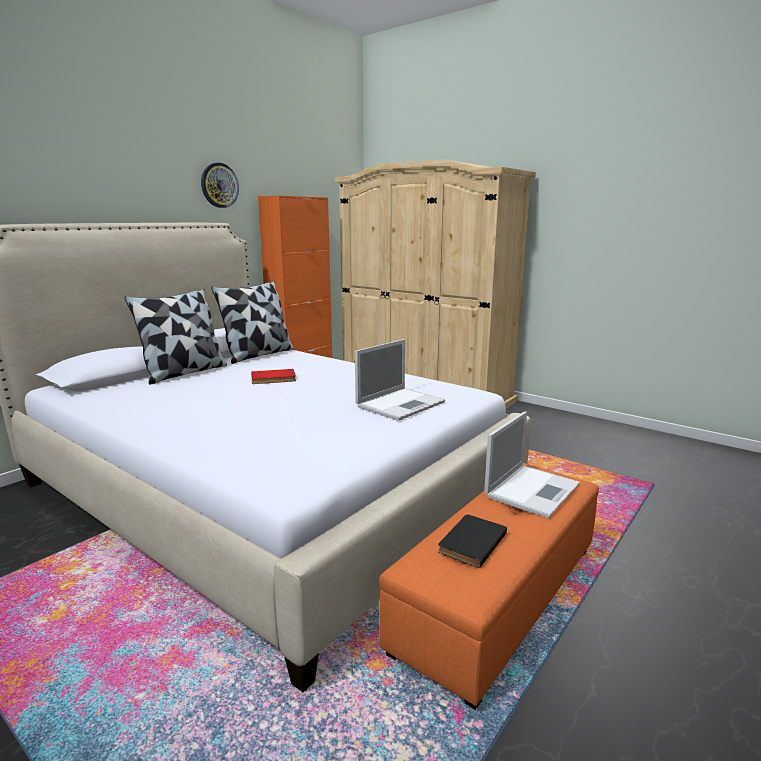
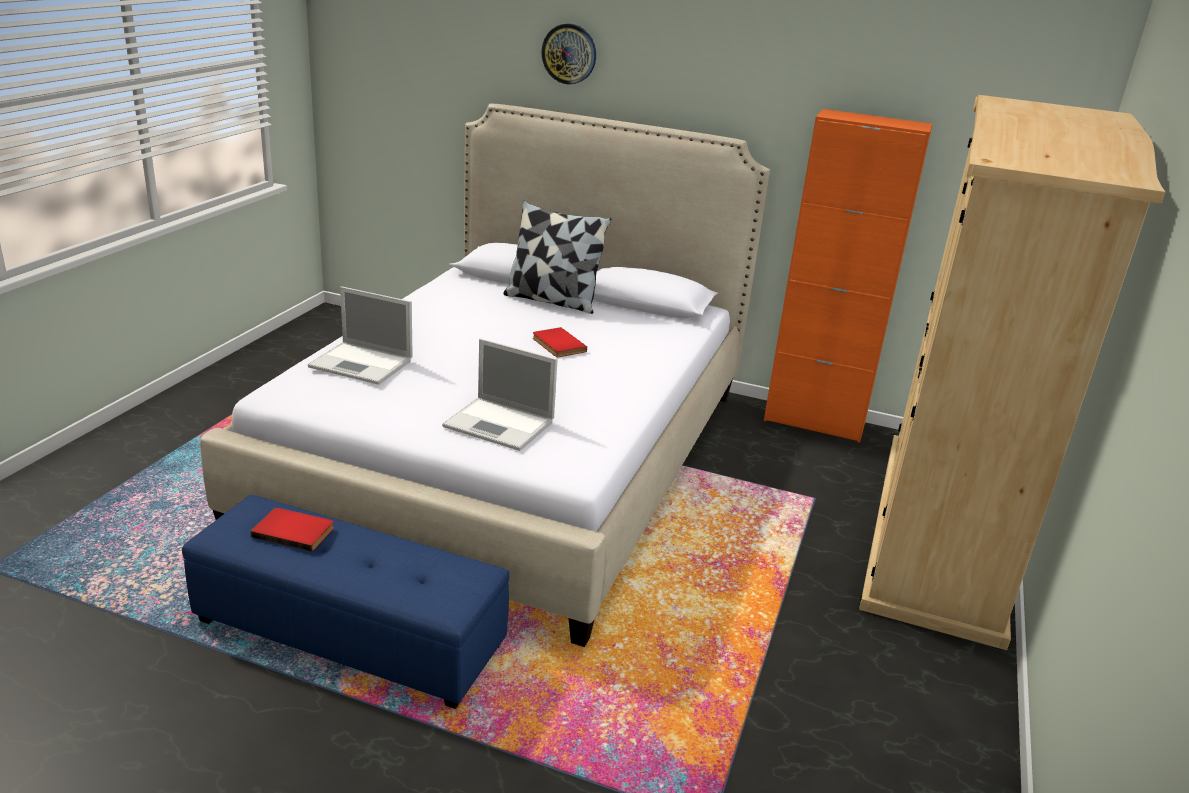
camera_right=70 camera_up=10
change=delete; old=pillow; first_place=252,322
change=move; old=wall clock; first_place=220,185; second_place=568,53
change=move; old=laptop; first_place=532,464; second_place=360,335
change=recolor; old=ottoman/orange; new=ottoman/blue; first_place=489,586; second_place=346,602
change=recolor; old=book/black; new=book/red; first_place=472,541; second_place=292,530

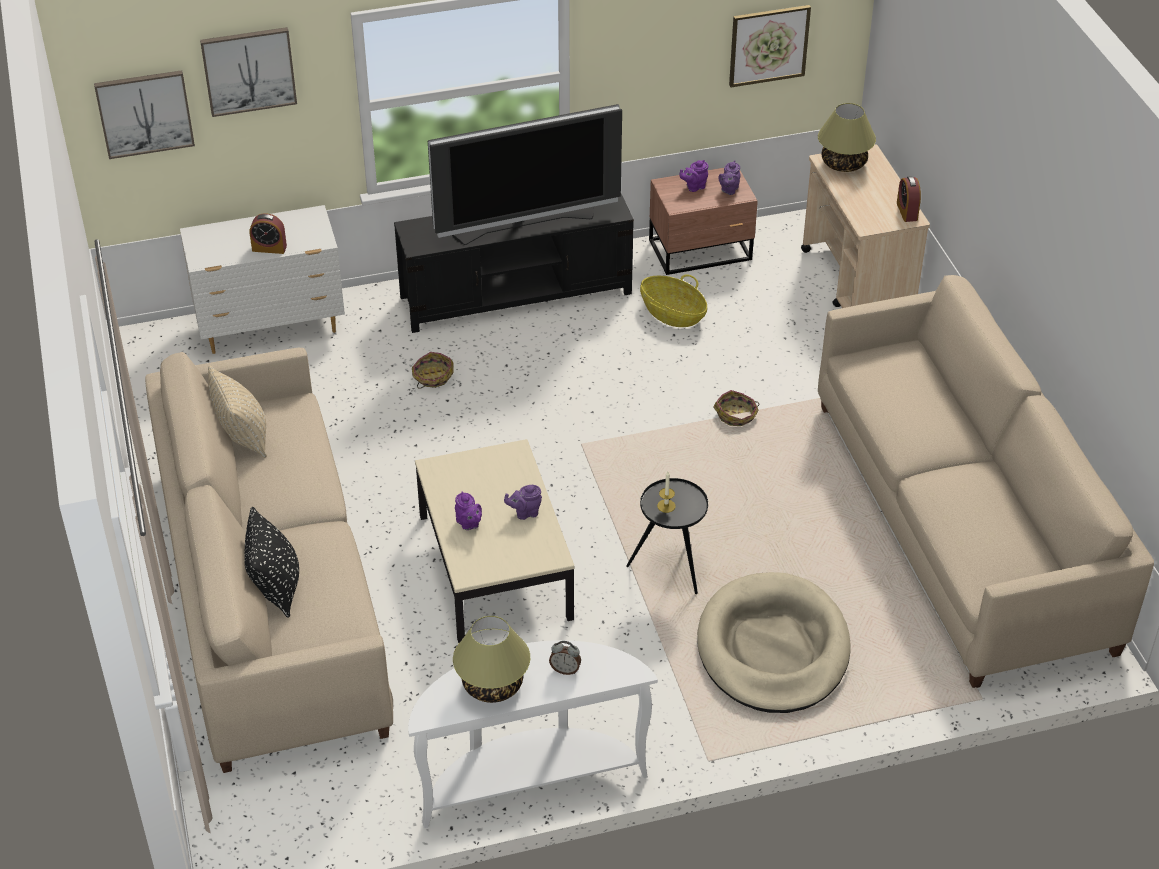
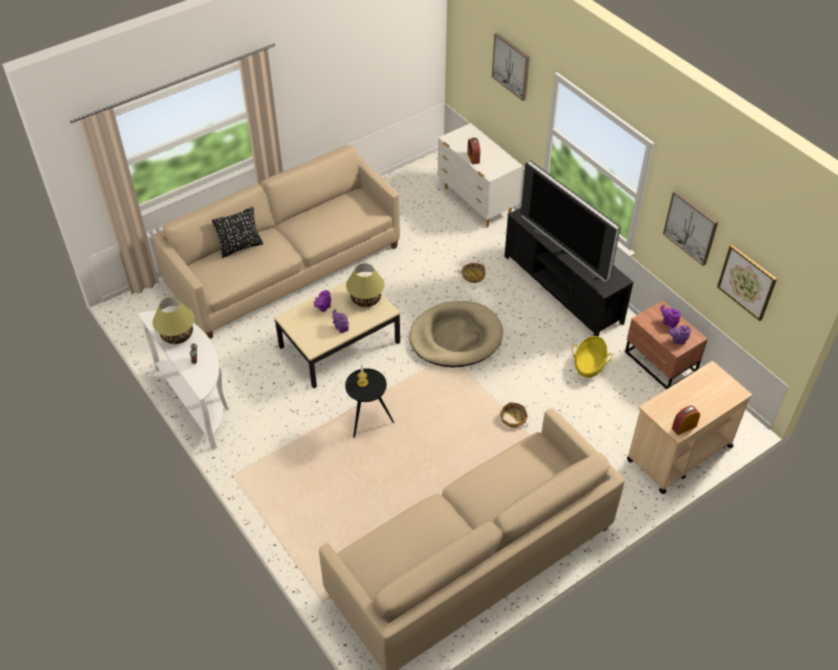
camera_right=70 camera_up=5
change=delete; old=pillow/beige; first_place=237,412
change=move; old=picture; first_place=144,114; second_place=690,228
change=move; old=dog bed/beige; first_place=774,642; second_place=456,334
change=move; old=table lamp; first_place=847,137; second_place=365,285

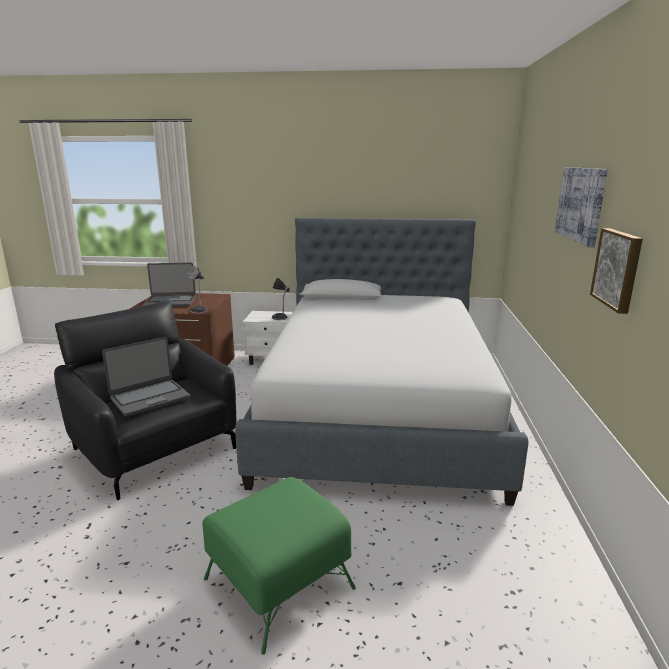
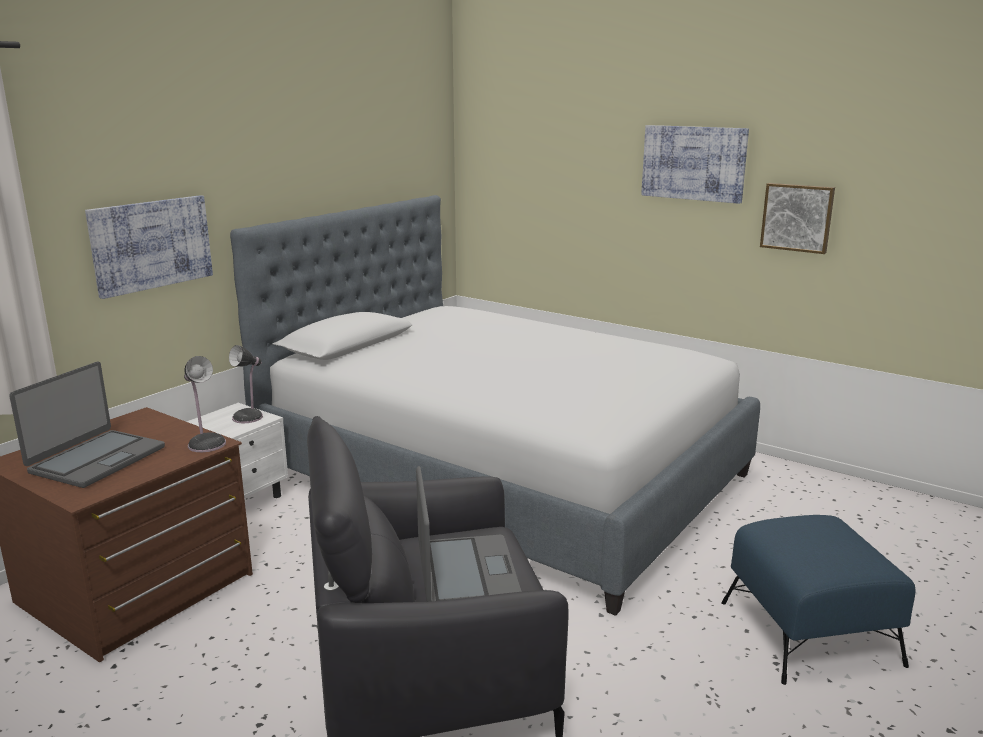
camera_right=-60 camera_up=0
change=insert; new=picture; second_place=149,247
change=recolor; old=ottoman/green; new=ottoman/blue; first_place=279,566; second_place=818,600

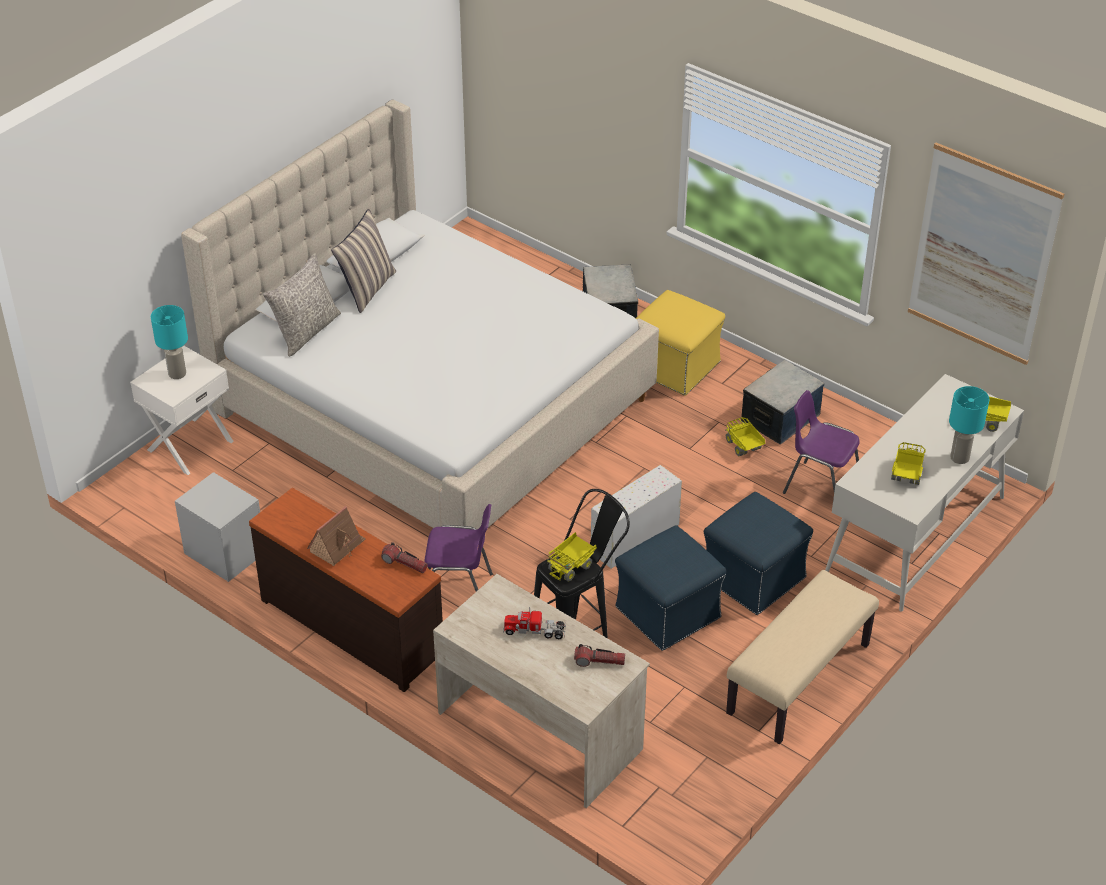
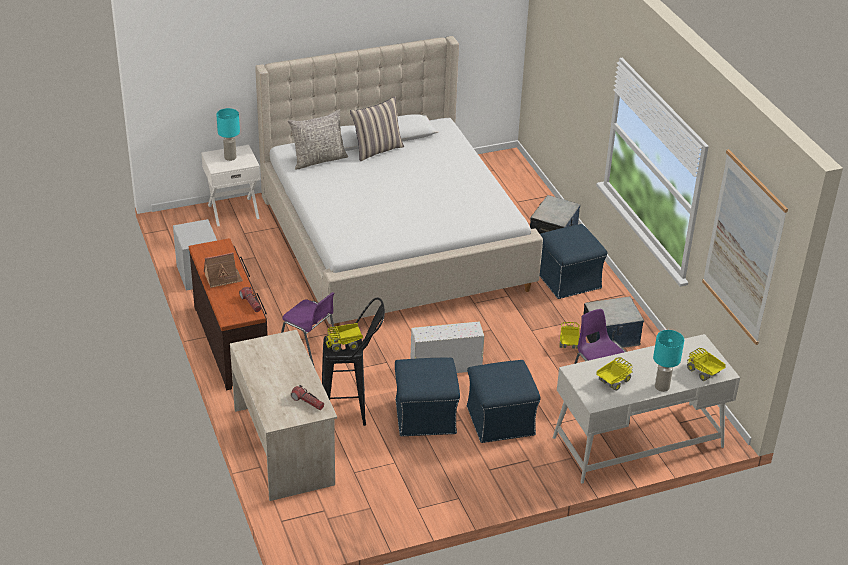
camera_right=30 camera_up=-5
change=delete; old=toy truck; first_place=534,623
change=delete; old=bench/beige; first_place=802,657
change=recolor; old=ottoman/yellow; new=ottoman/blue; first_place=680,343; second_place=573,261

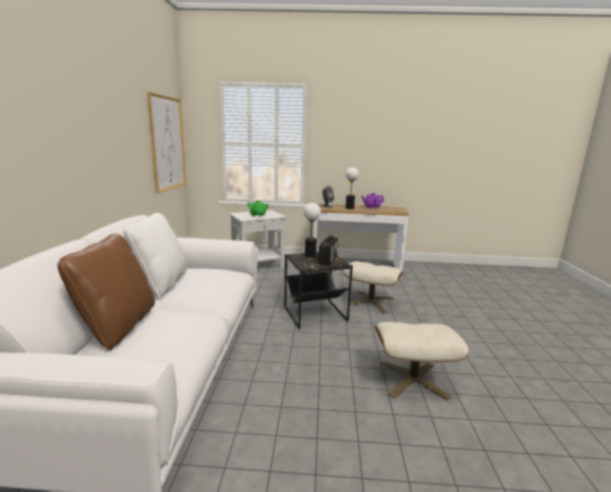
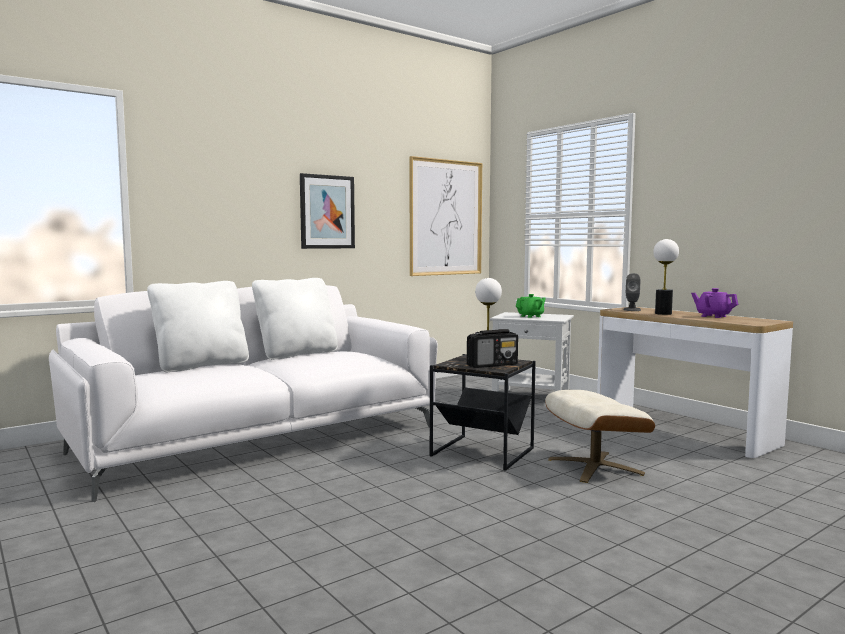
camera_right=50 camera_up=-10
change=delete; old=ottoman/beige; first_place=422,361
change=insert; new=picture; second_place=327,211
change=recolor; old=pillow/brown; new=pillow/white; first_place=106,291; second_place=198,326

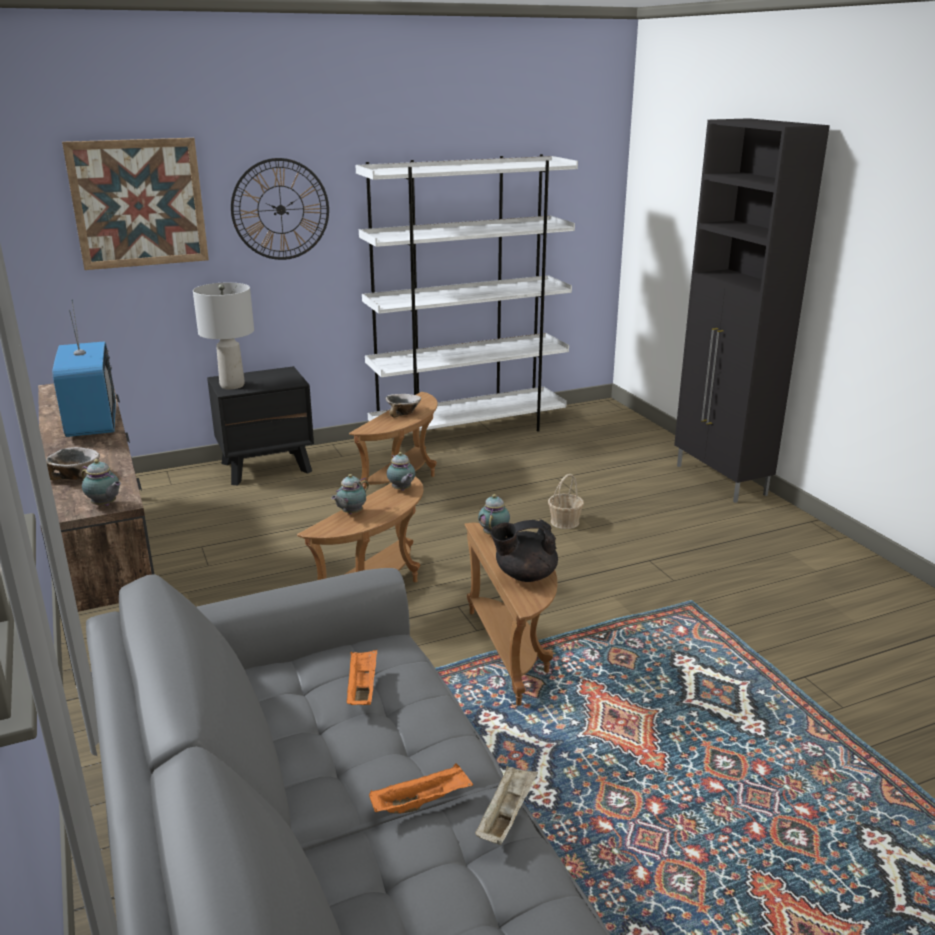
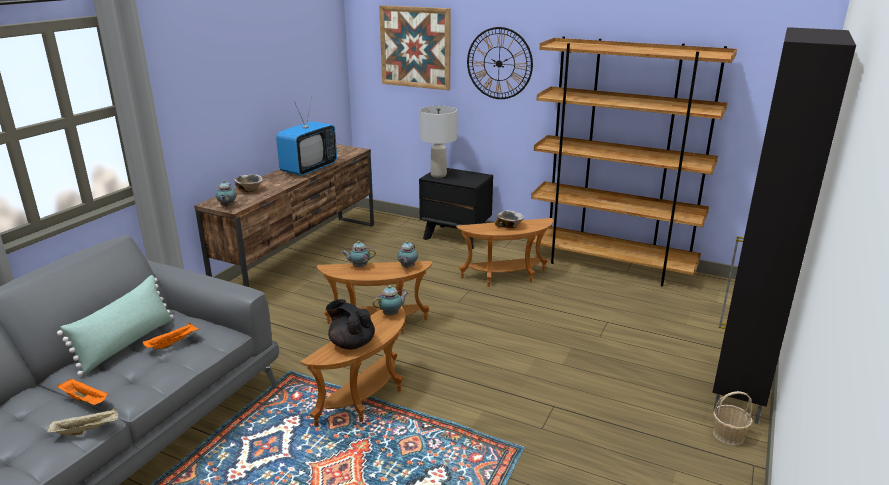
camera_right=50 camera_up=0
change=insert; new=pillow/green; second_place=115,325
change=move; old=basket; first_place=566,501; second_place=733,418
change=recolor; old=bookcase/white; new=bookcase/brown; first_place=466,293; second_place=634,161

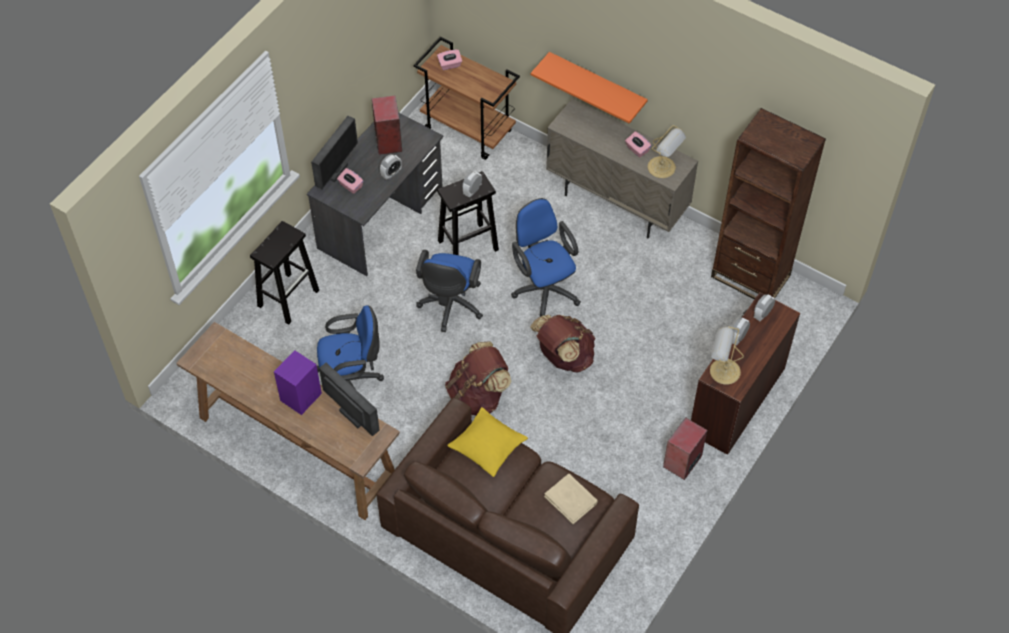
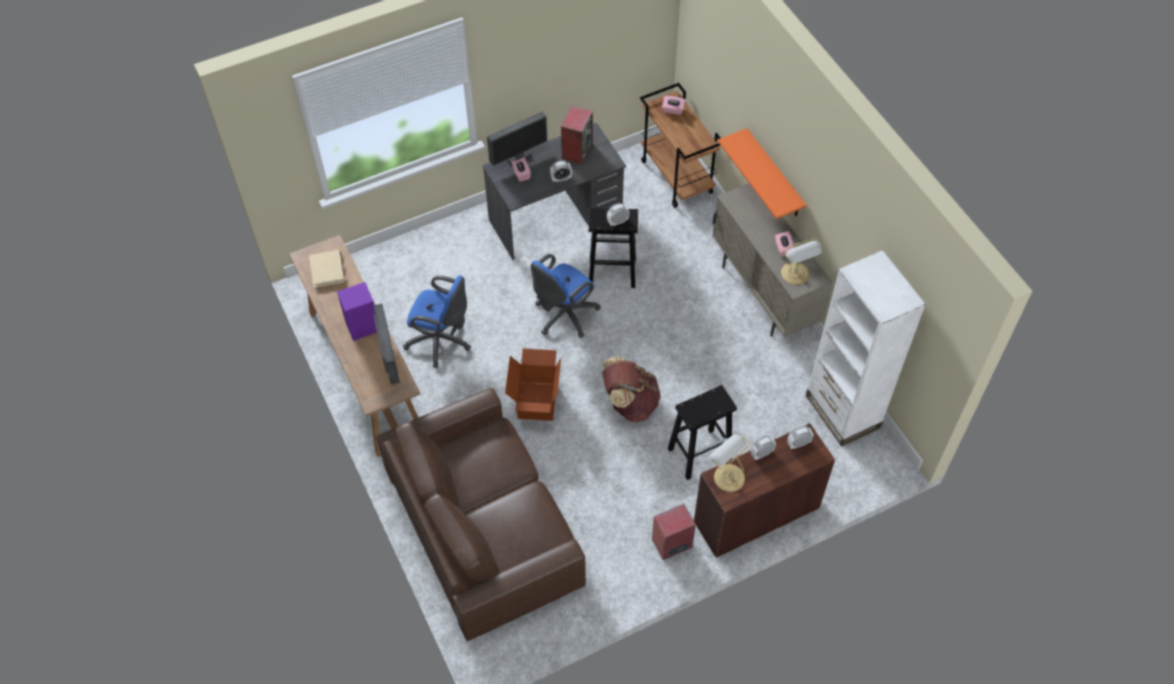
camera_right=30 camera_up=0
change=delete; old=pillow/yellow; first_place=487,442
change=delete; old=office chair/blue; first_place=546,257
change=move; old=stool/black; first_place=284,273; second_place=702,432
change=move; old=book/beige; first_place=571,499; second_place=327,269
change=replace; old=backpack/brown; new=cardboard box; first_place=478,378; second_place=533,384
change=recolor; old=bookcase/brown; new=bookcase/white; first_place=768,203; second_place=866,348

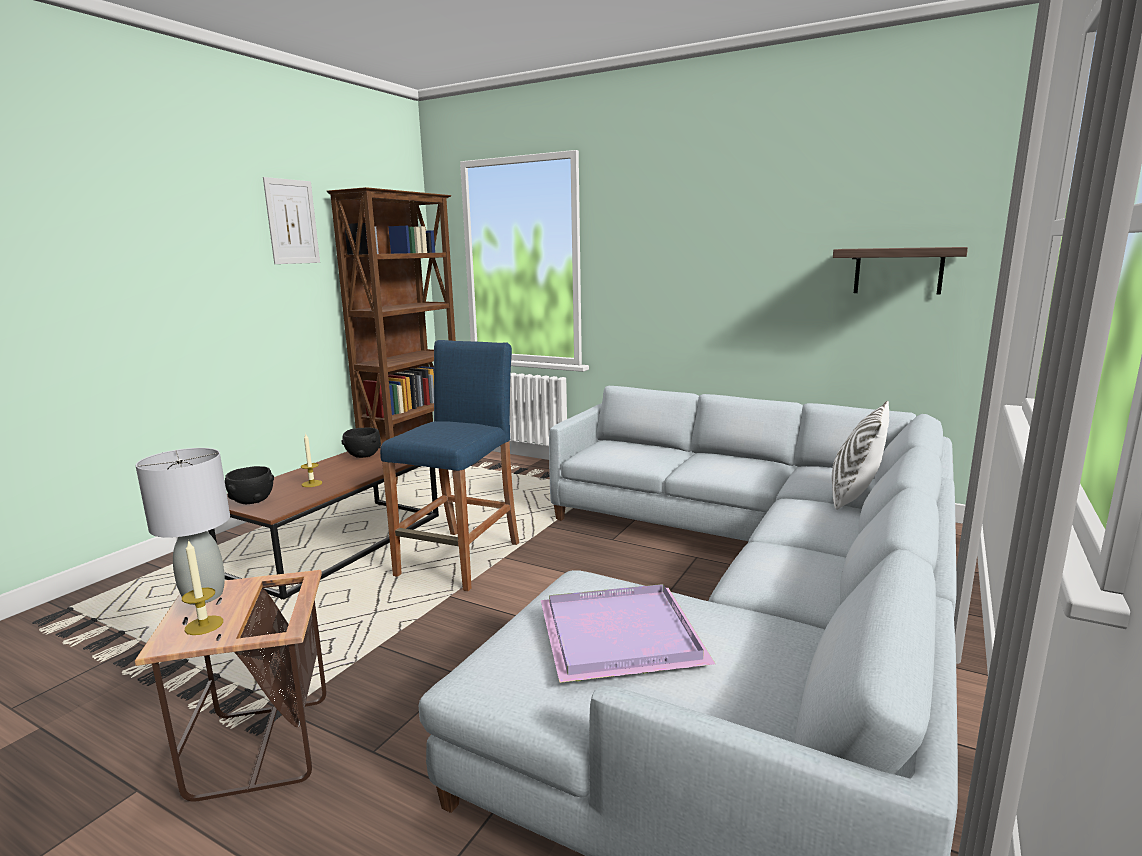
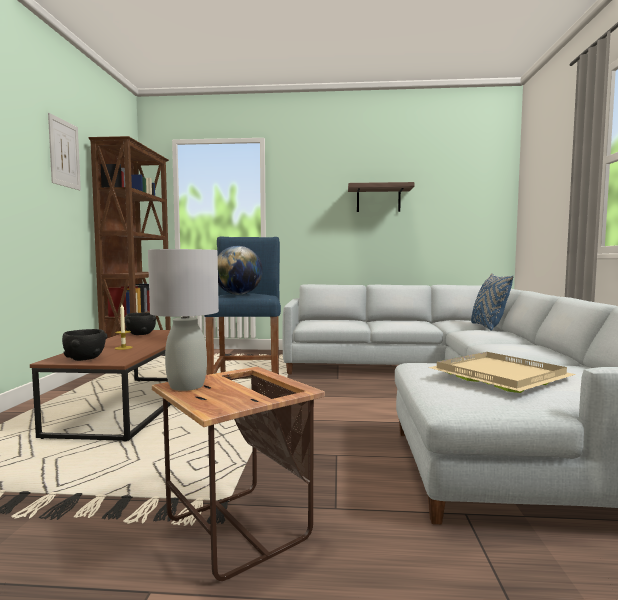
camera_right=-25 camera_up=-10
change=delete; old=candle; first_place=202,587
change=insert; new=globe; second_place=240,270
change=move; old=shelf; first_place=900,270; second_place=381,197
change=recolor; old=tray/purple; new=tray/beige; first_place=628,633; second_place=502,372
change=recolor; old=pillow/white; new=pillow/blue; first_place=860,455; second_place=492,302

